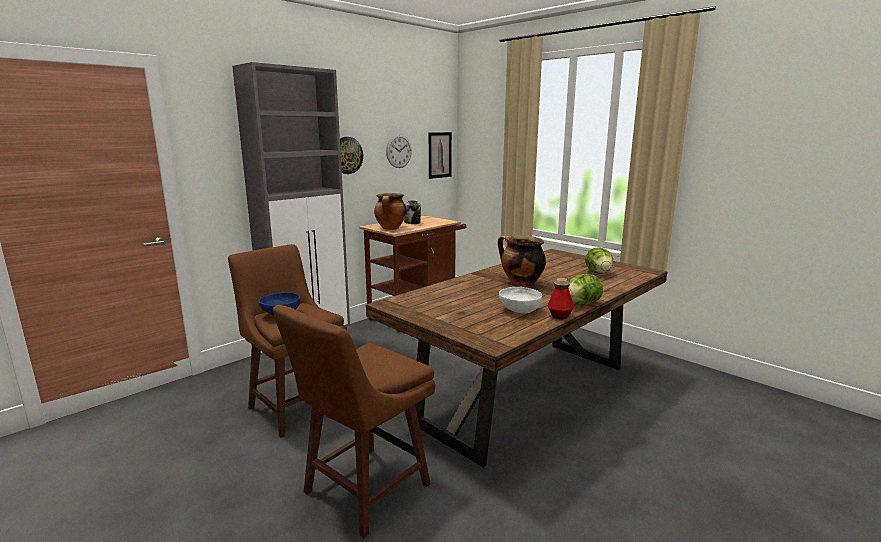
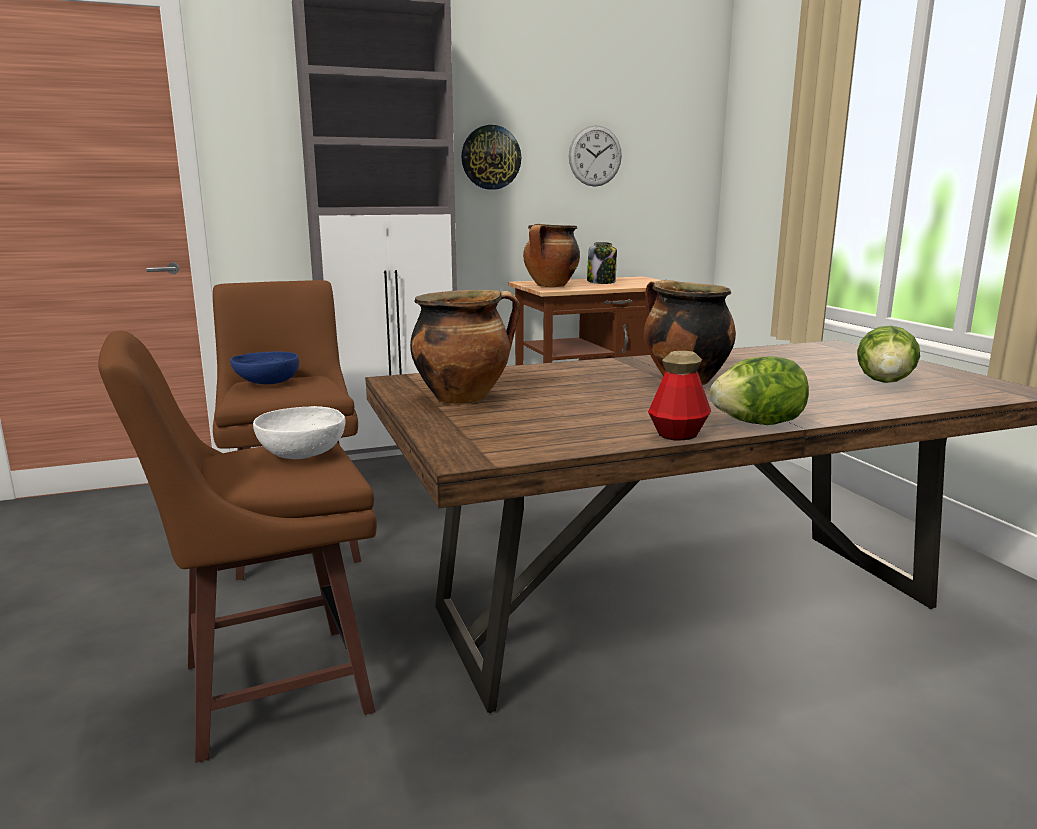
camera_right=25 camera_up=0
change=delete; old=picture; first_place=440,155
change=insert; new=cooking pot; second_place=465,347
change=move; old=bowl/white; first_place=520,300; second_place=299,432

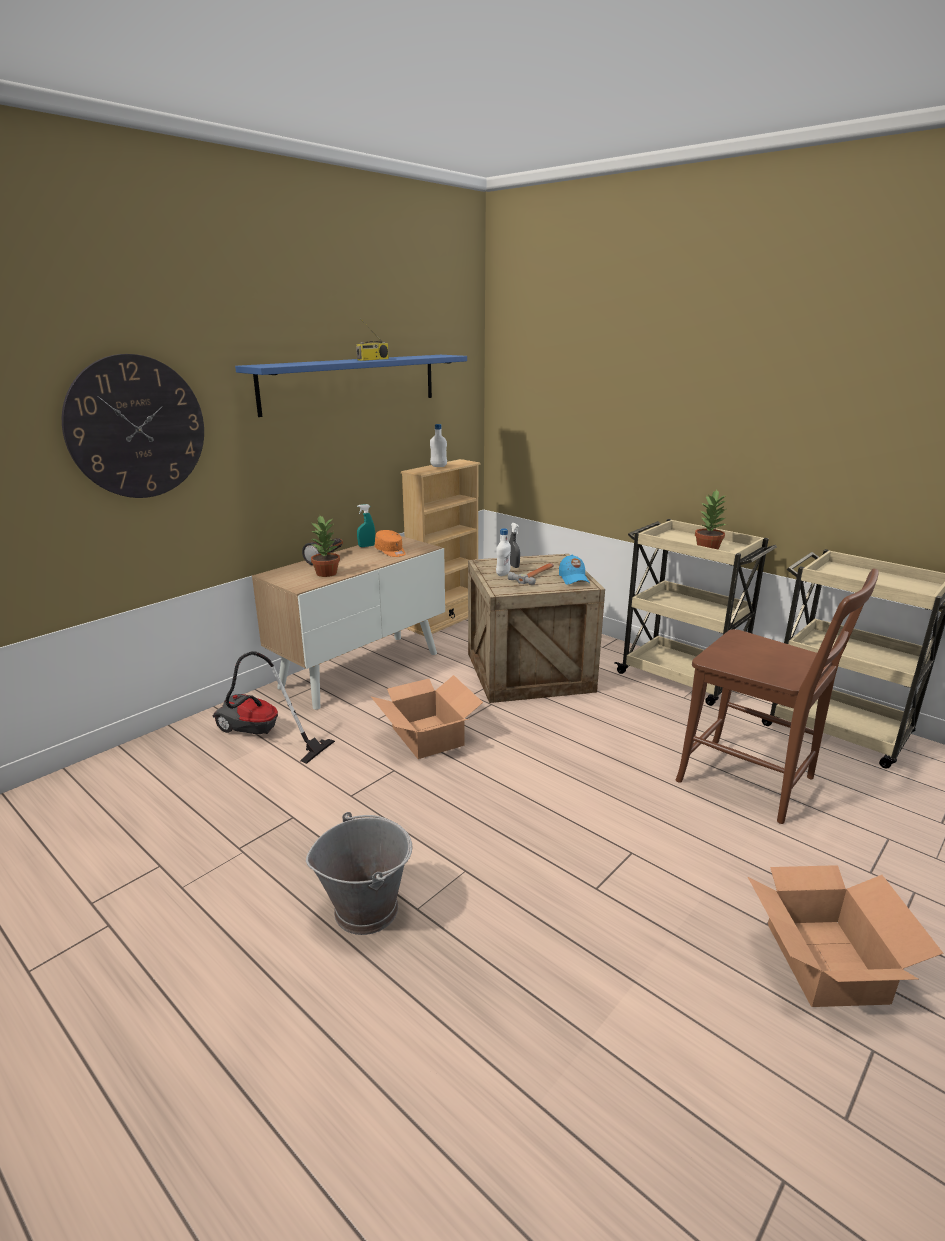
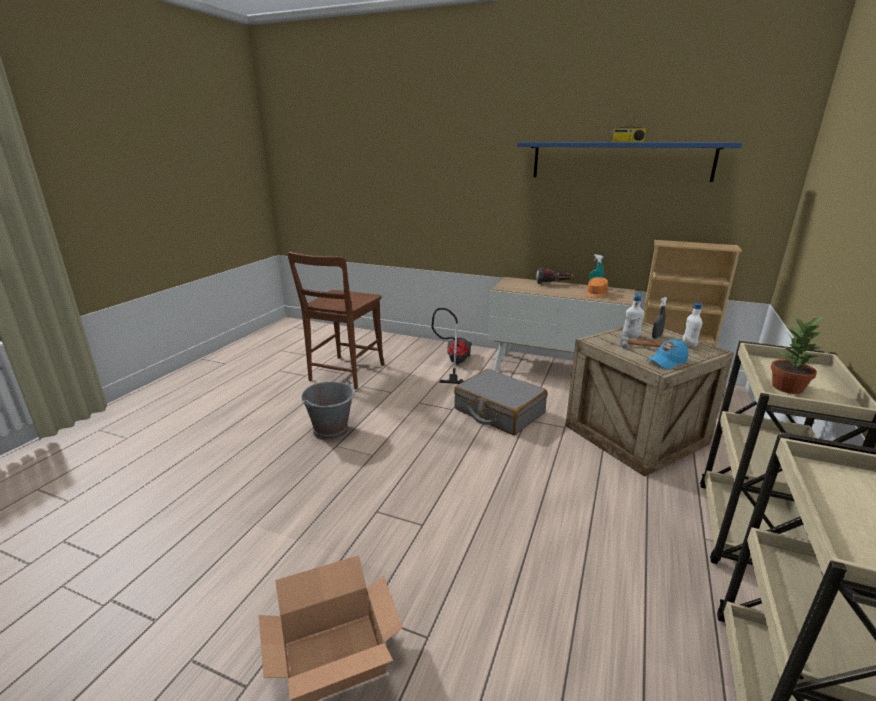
camera_right=70 camera_up=0
change=delete; old=wall clock; first_place=133,426
change=delete; old=potted plant; first_place=325,546
change=move; old=bottle/white; first_place=438,445; second_place=692,325
change=move; old=chair/brown; first_place=777,696; second_place=336,320
change=replace; old=cardboard box; new=suitcase/grey; first_place=427,717; second_place=500,402

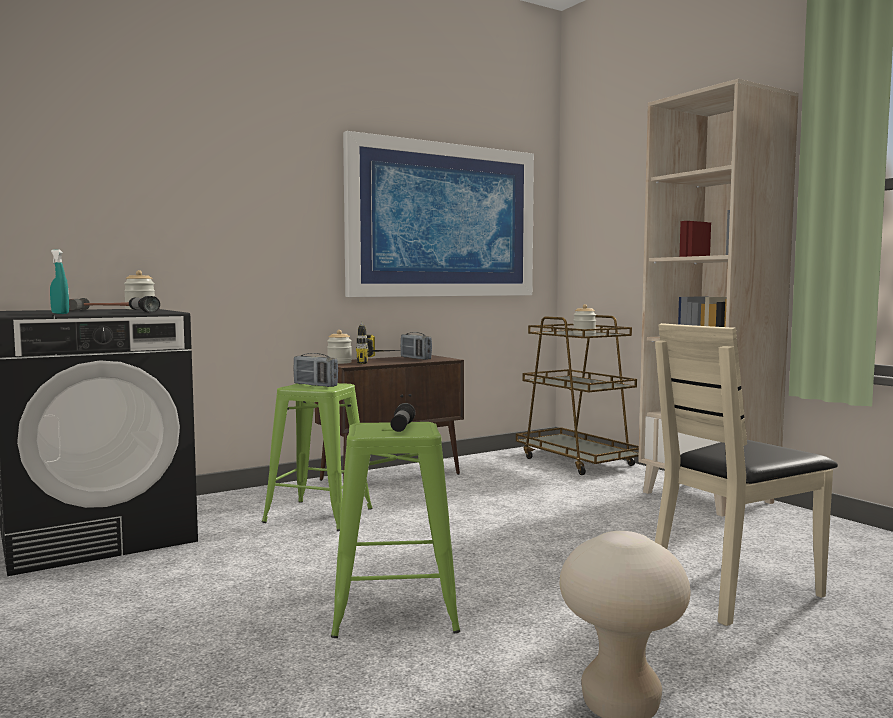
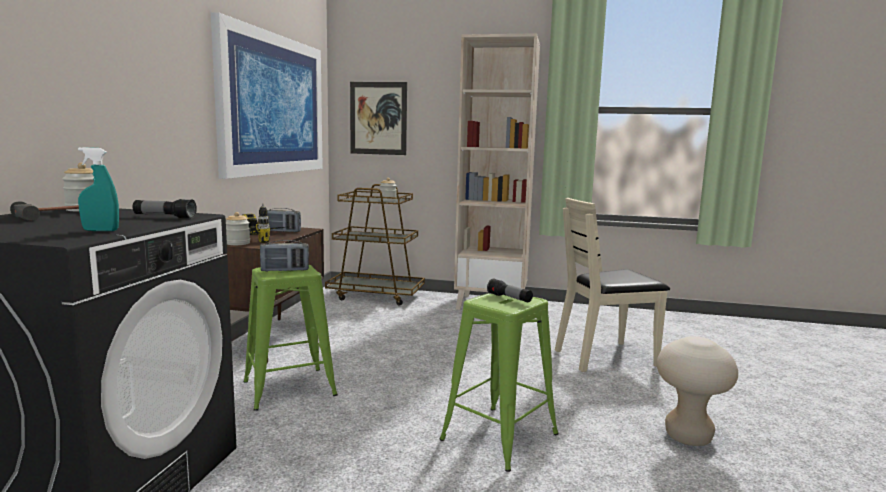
camera_right=-45 camera_up=5
change=insert; new=picture; second_place=378,118
change=rotate; old=chair/beige; first_place=746,474; second_place=612,285; degrees=60

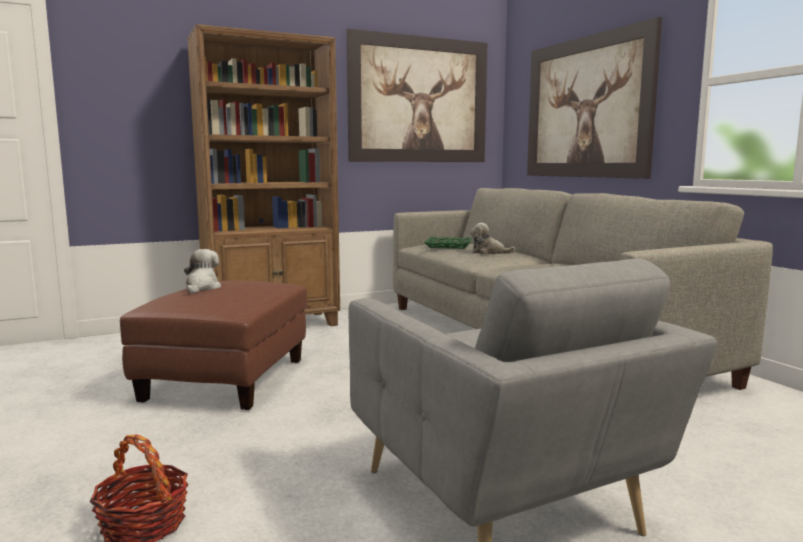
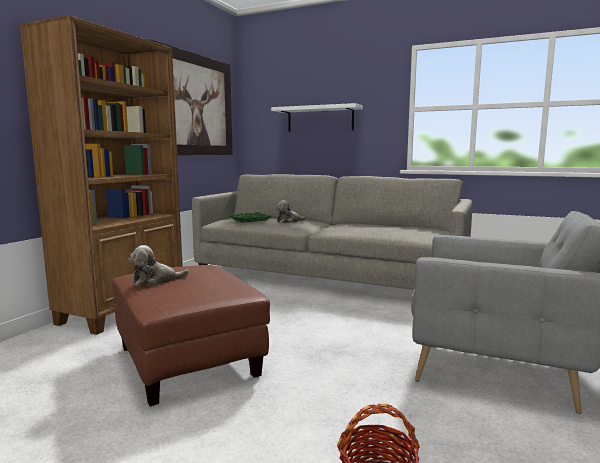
camera_right=-40 camera_up=0
change=replace; old=picture; new=shelf/white; first_place=594,98; second_place=317,117
change=rotate; old=plush toy; first_place=202,271; second_place=158,265; degrees=-75

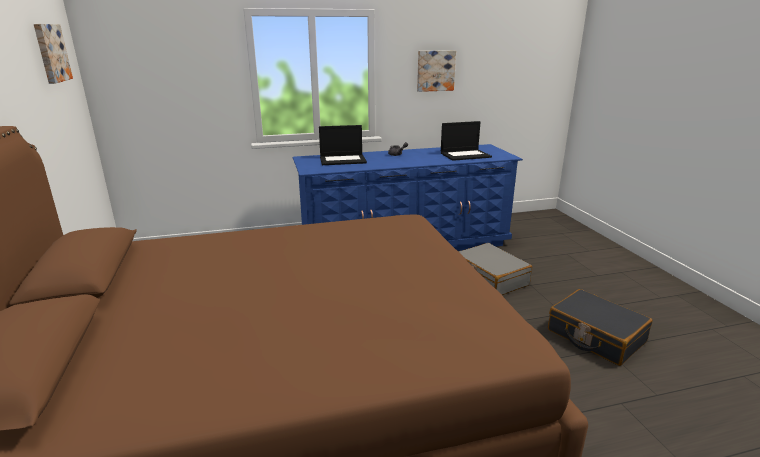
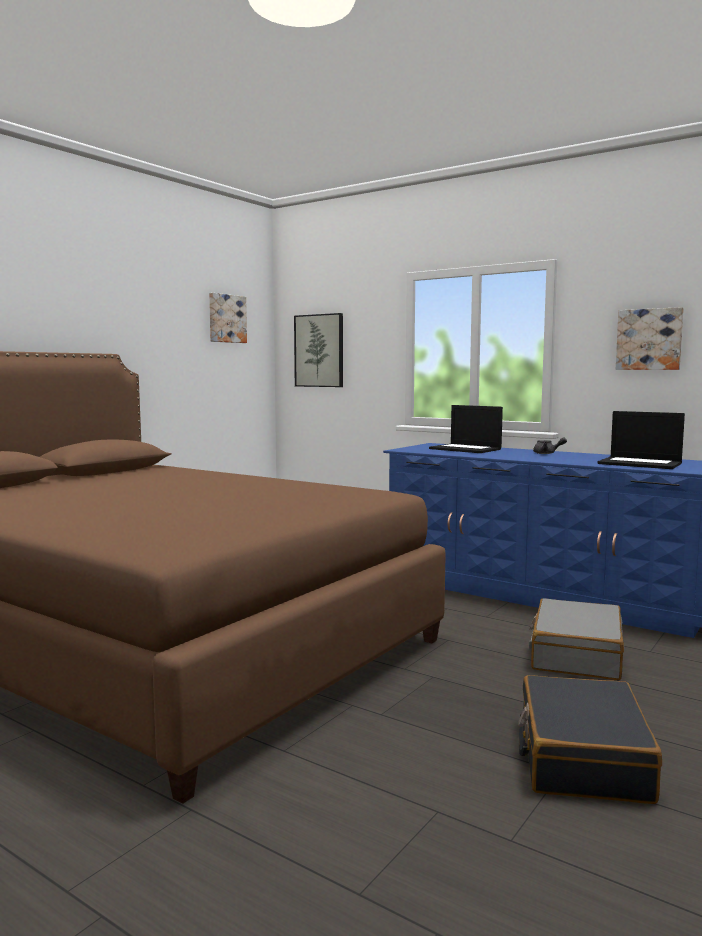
camera_right=50 camera_up=-15
change=insert; new=picture; second_place=318,350

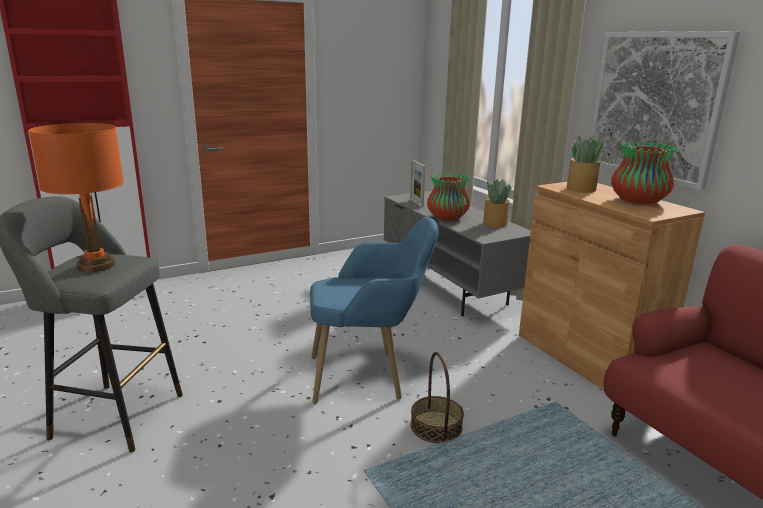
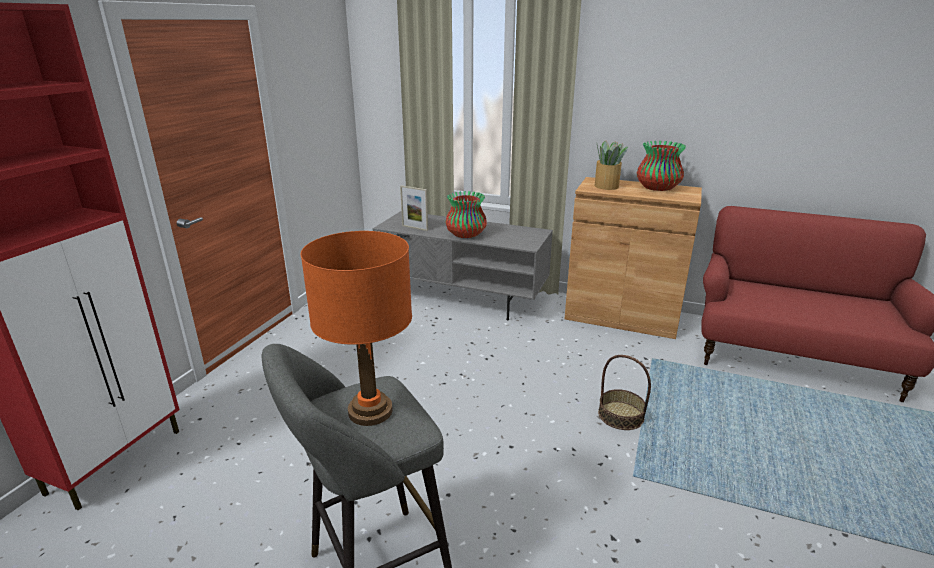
camera_right=-40 camera_up=5
change=delete; old=armchair/blue; first_place=374,310
change=delete; old=potted plant; first_place=497,203
change=delete; old=picture; first_place=665,110

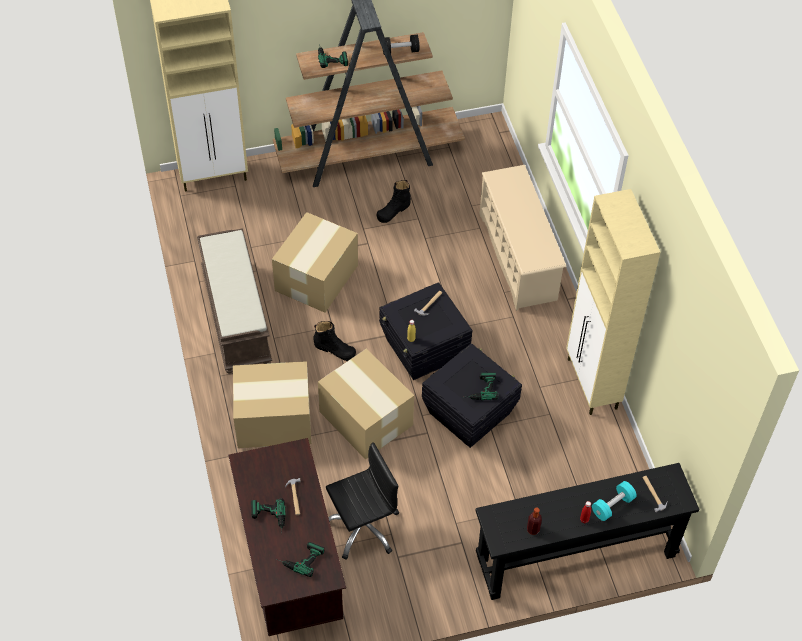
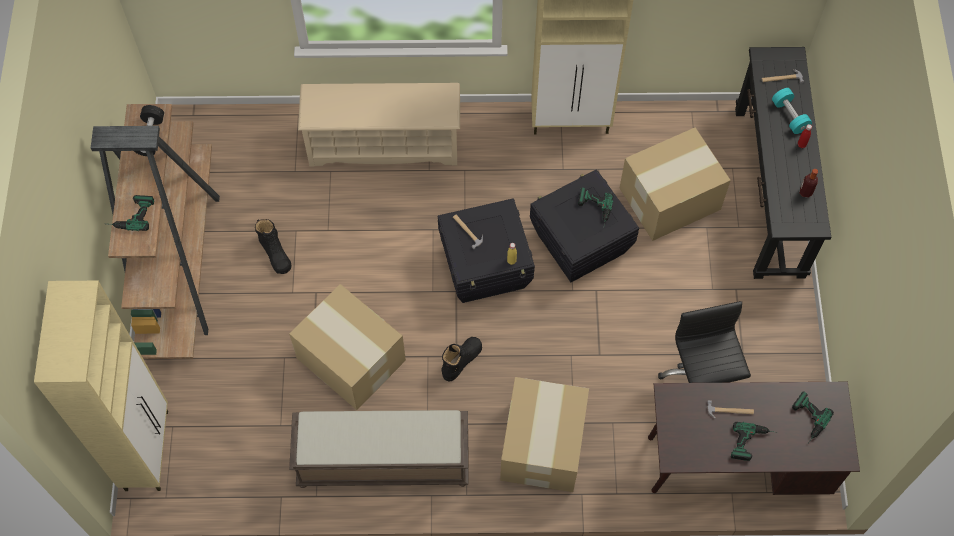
camera_right=-75 camera_up=10
change=move; old=cardboard box; first_place=366,404; second_place=675,184

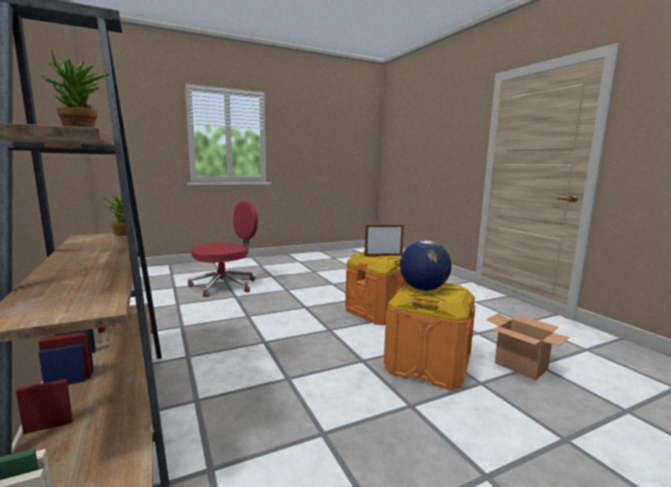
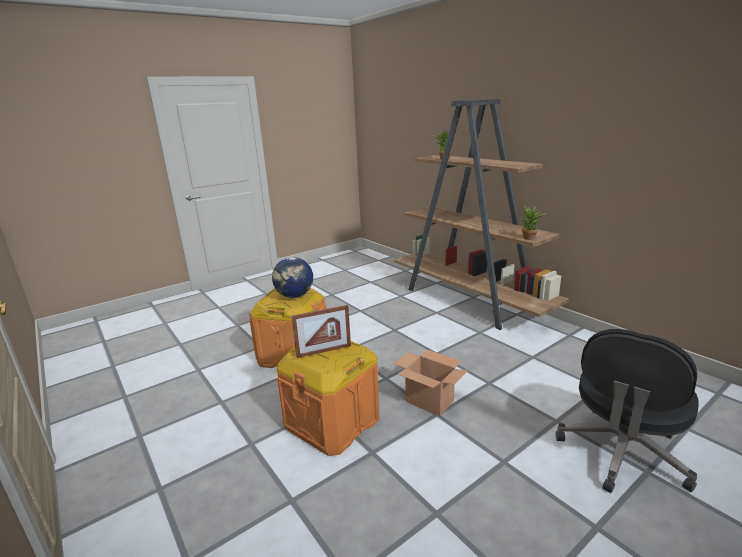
camera_right=170 camera_up=10
change=move; old=cardboard box; first_place=528,346; second_place=431,383
change=recolor; old=office chair/red; new=office chair/black; first_place=223,249; second_place=627,411

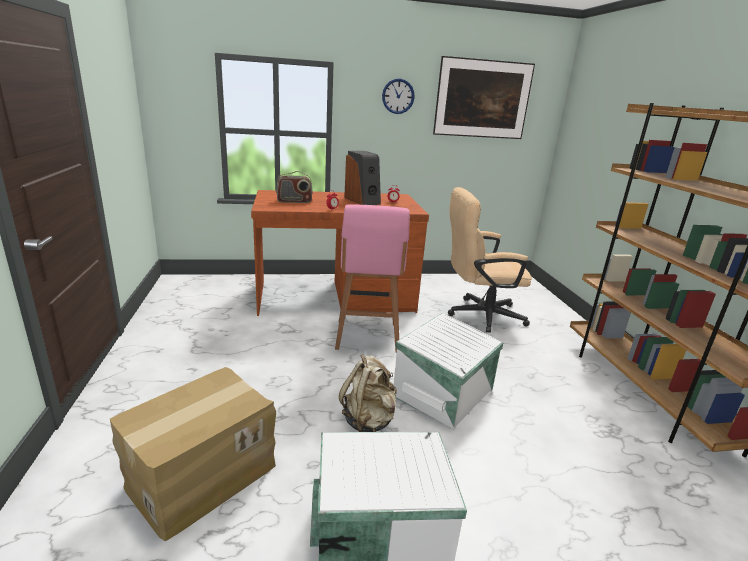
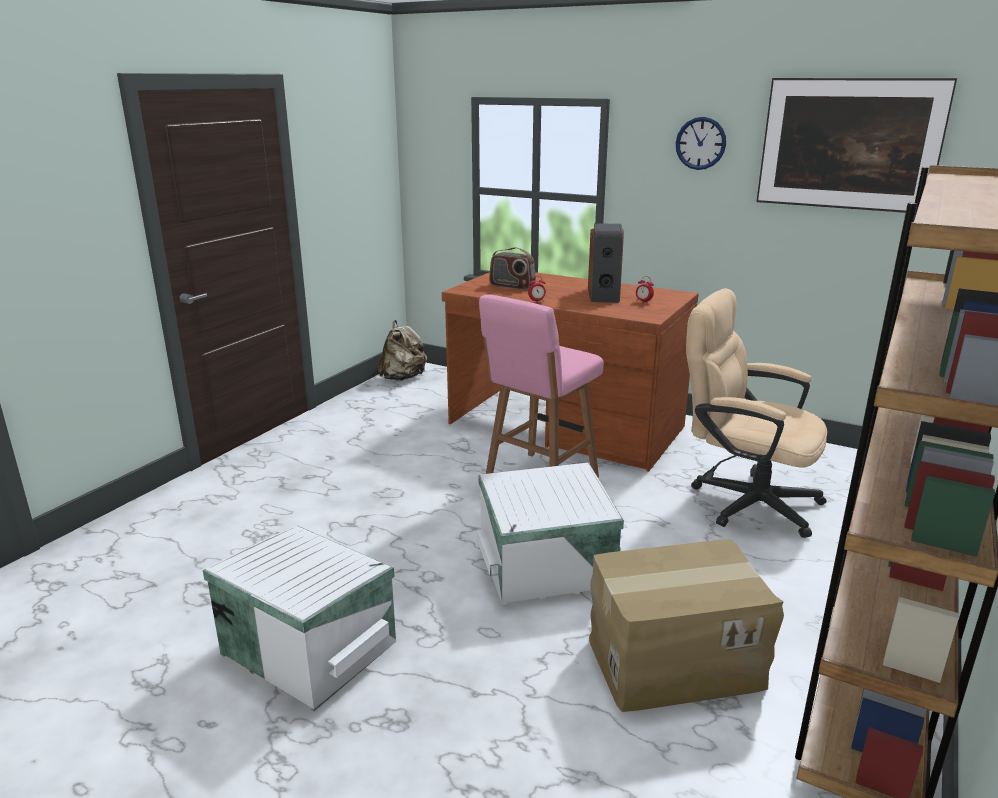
camera_right=40 camera_up=0
change=move; old=cardboard box; first_place=193,454; second_place=686,625
change=move; old=backpack/beige; first_place=368,393; second_place=402,350

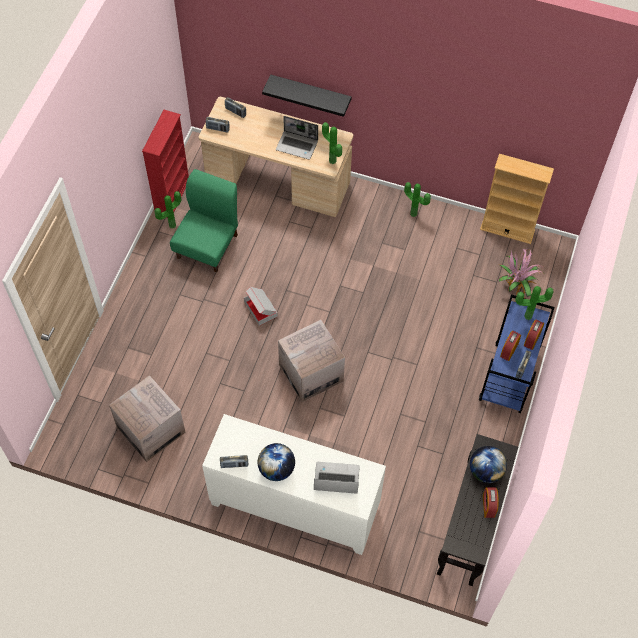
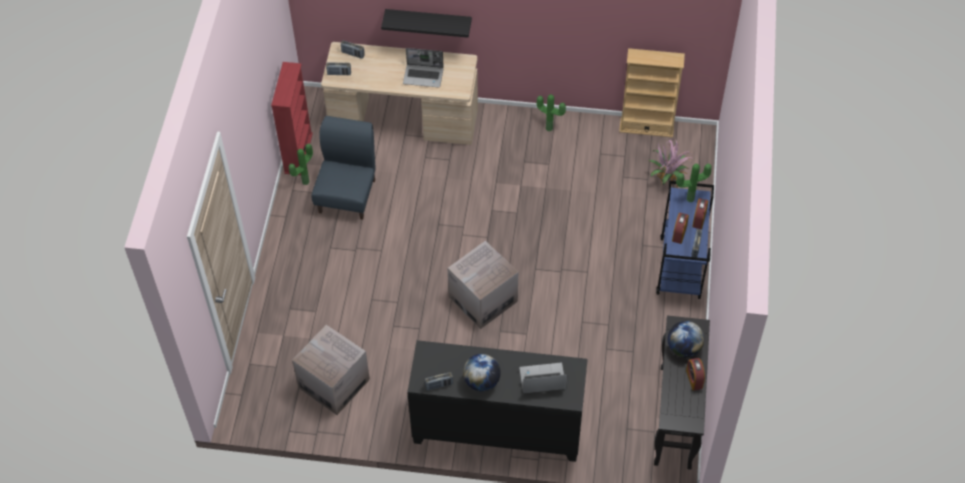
camera_right=-10 camera_up=-5
change=delete; old=cardboard box; first_place=261,306
change=delete; old=potted plant; first_place=332,143
change=recolor; old=chair/green; new=chair/blue; first_place=204,220; second_place=343,167
change=recolor; old=cabinet/white; new=cabinet/black; first_place=294,484; second_place=497,401

